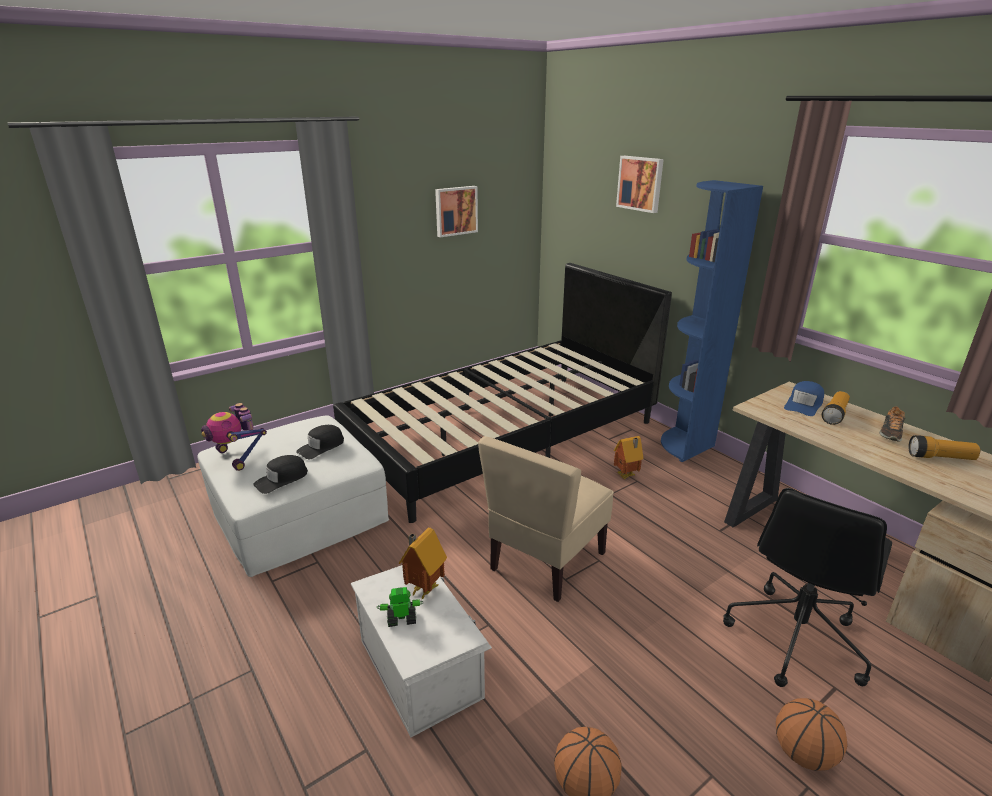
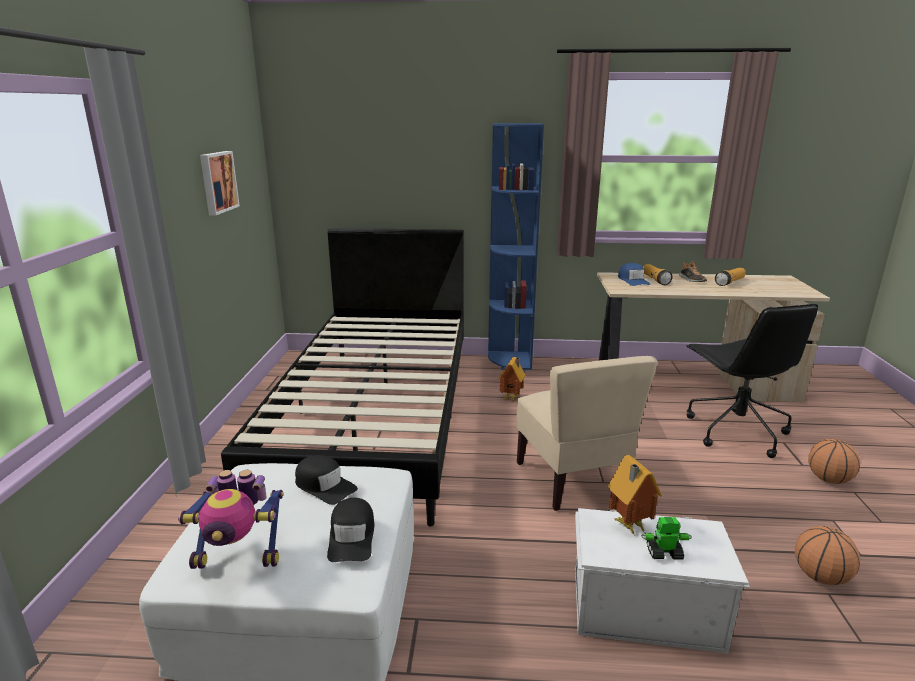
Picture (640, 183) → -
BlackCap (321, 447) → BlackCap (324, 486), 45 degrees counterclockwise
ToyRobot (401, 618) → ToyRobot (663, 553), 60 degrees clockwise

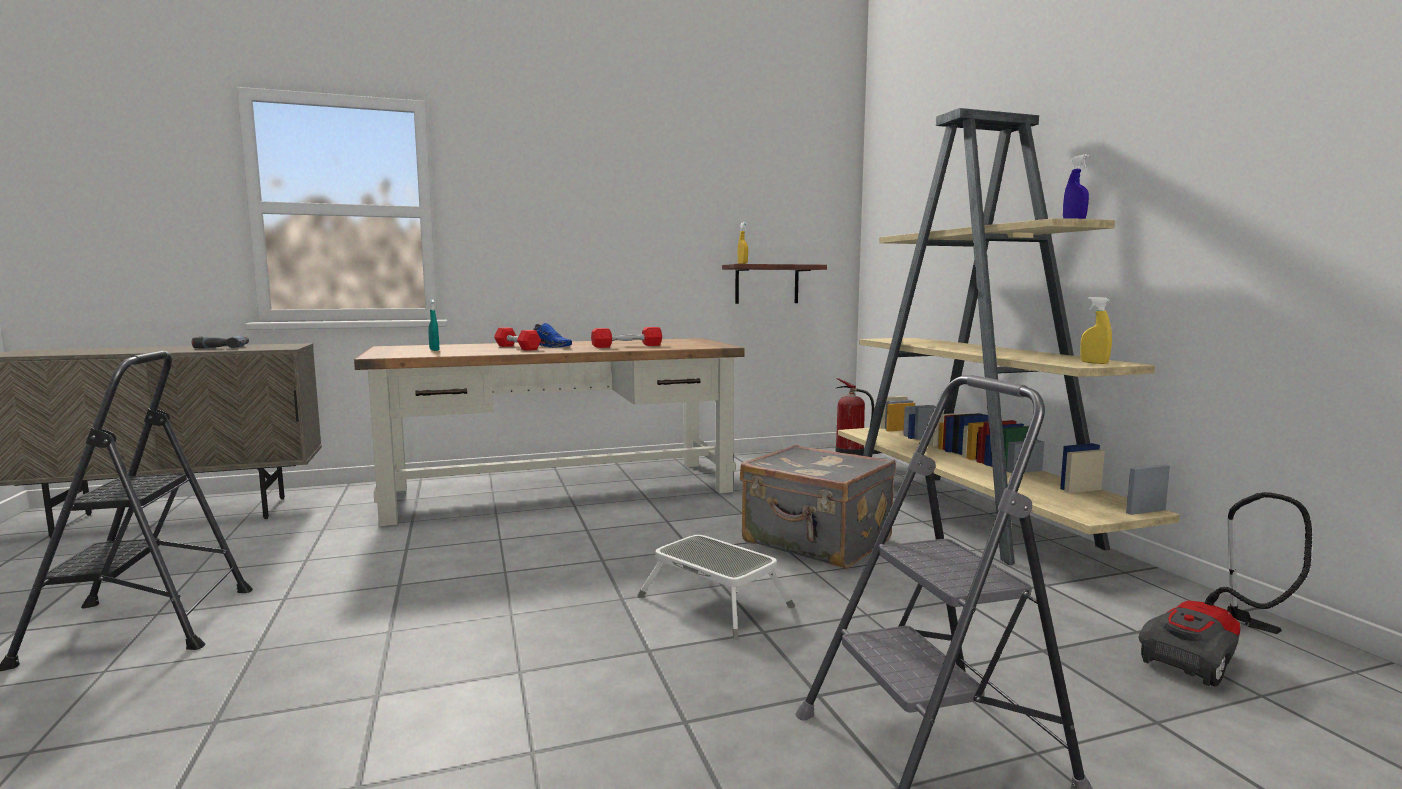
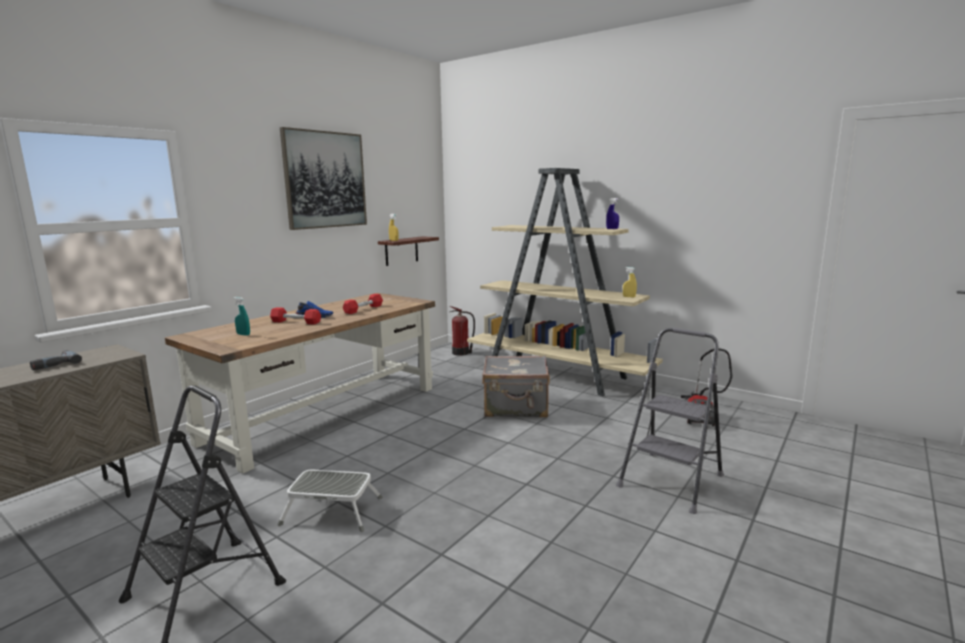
- → Picture (325, 180)
GreyStepLadder (714, 602) → GreyStepLadder (332, 511), move

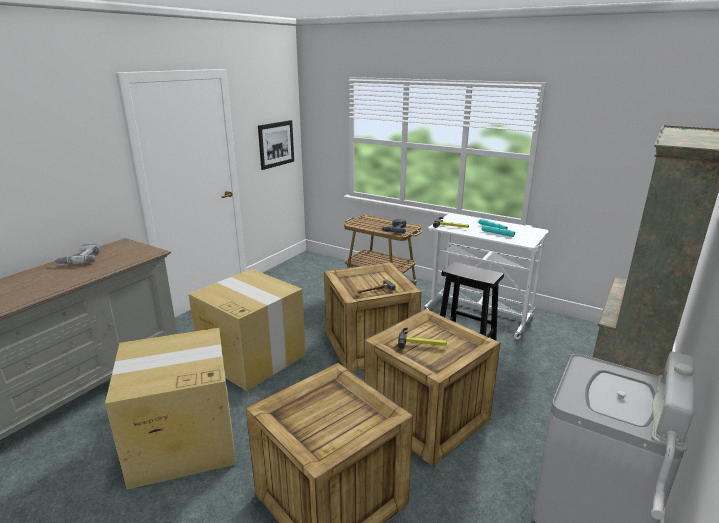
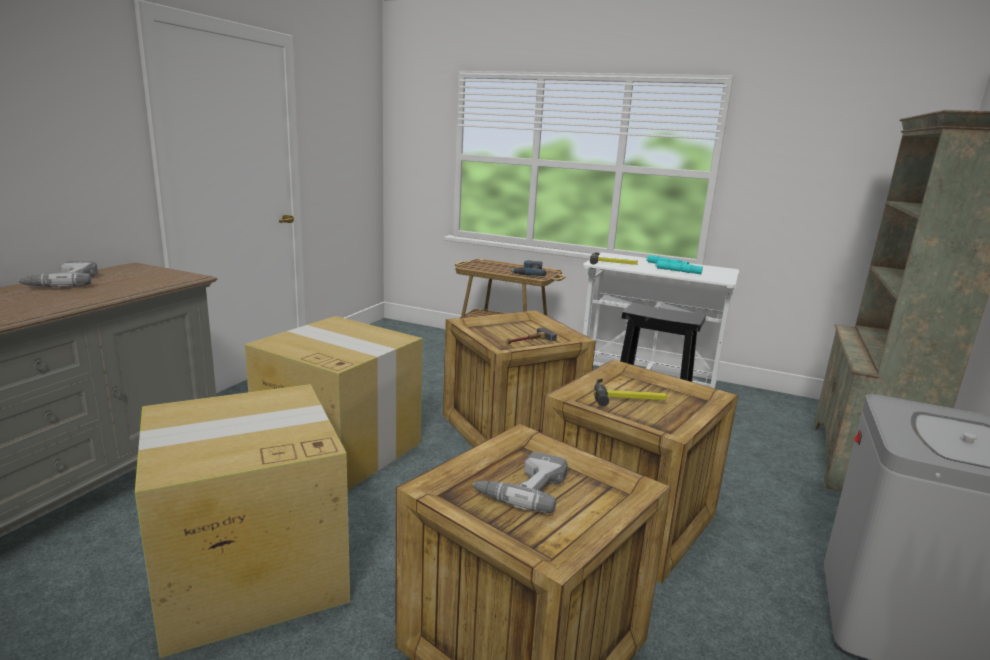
Picture (276, 144) → -
- → PowerDrill (522, 489)

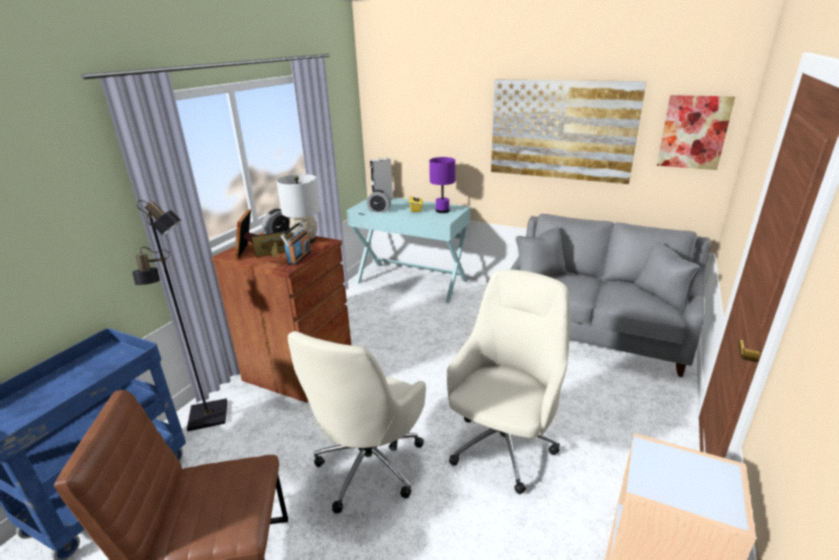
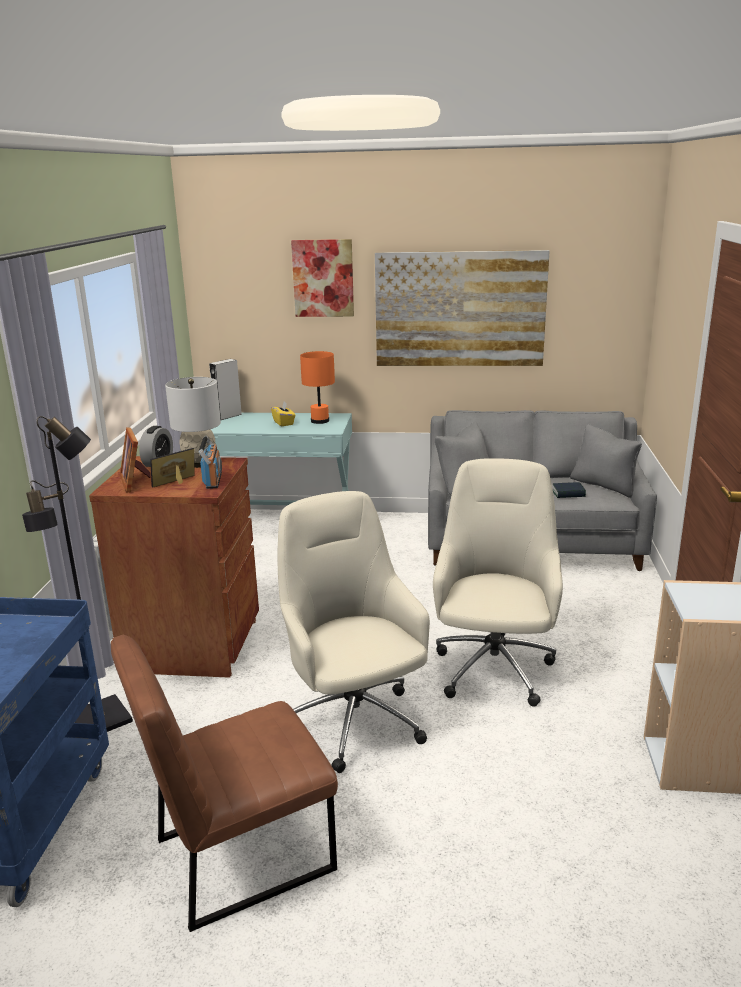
AlarmClock (379, 210) → -
- → Book (568, 493)
Picture (693, 132) → Picture (323, 278), move
PurpleTableLamp (442, 210) → OrangeTableLamp (320, 421)
BeigeOfficeChair (369, 467) → BeigeOfficeChair (355, 721), 150 degrees clockwise

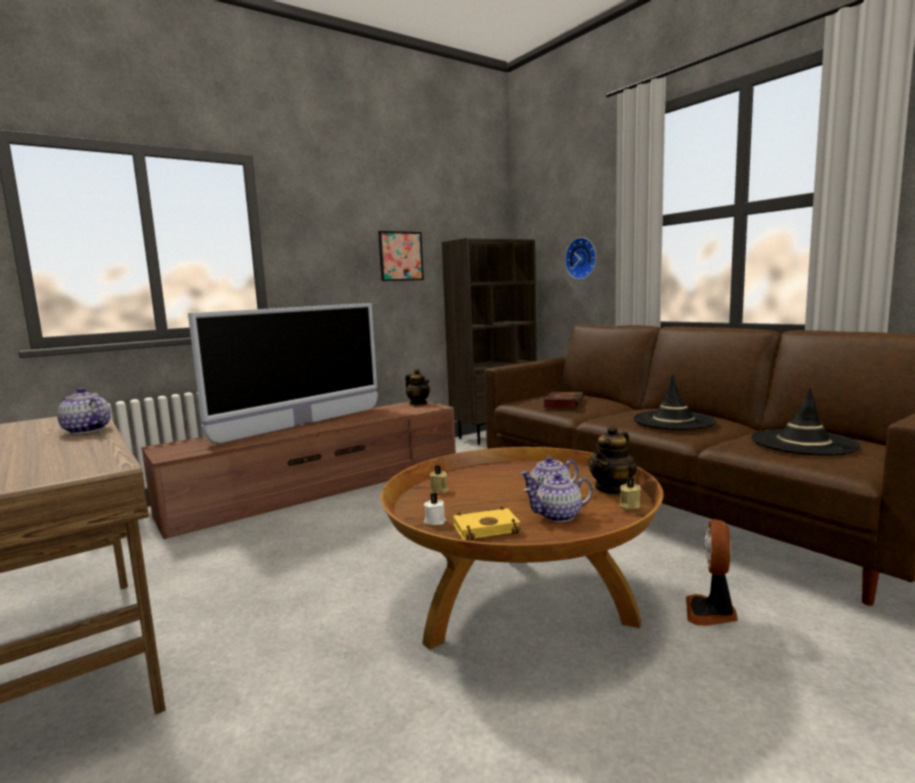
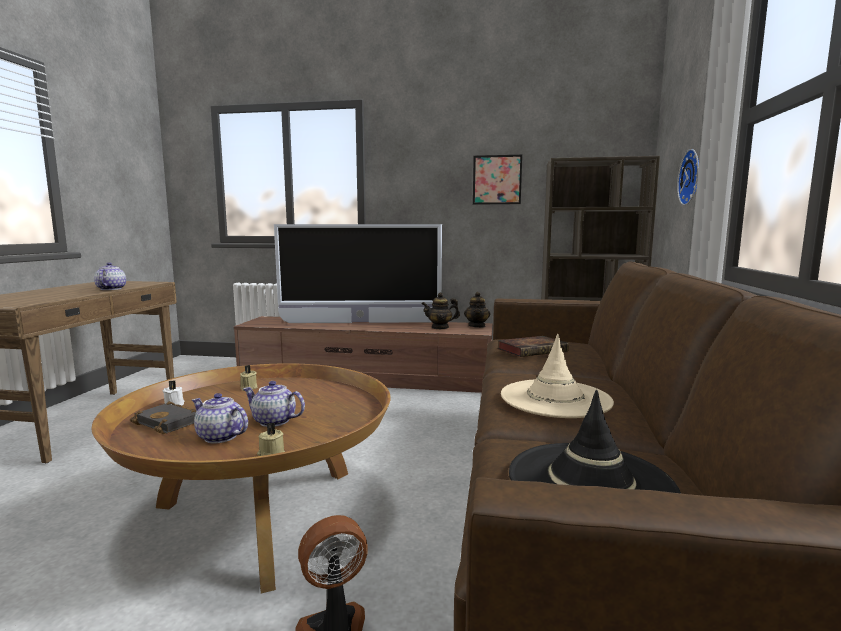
Teapot (612, 489) → Teapot (440, 327), move
YellowBook (487, 528) → BlackBook (171, 422)
BlackHat (673, 421) → BeigeHat (555, 399)

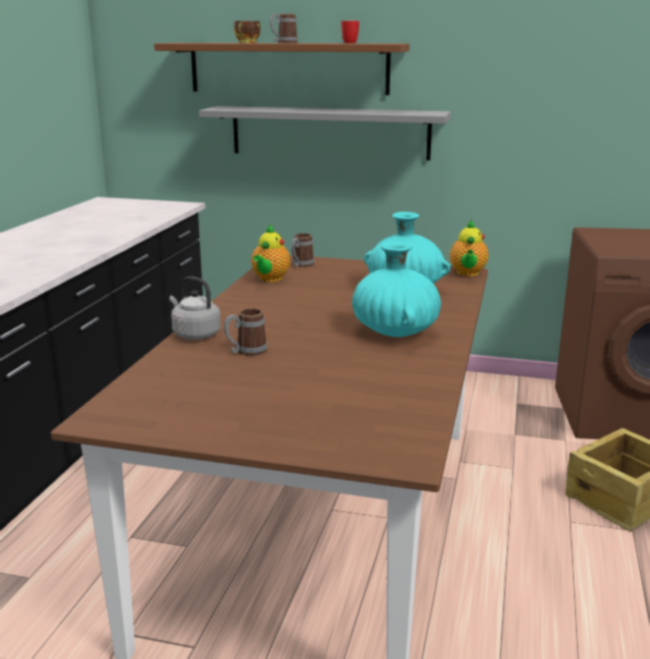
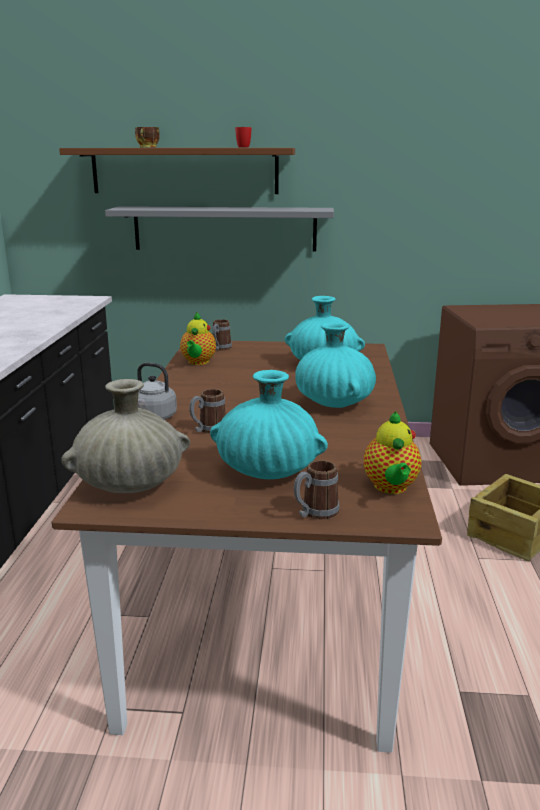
- → BeigeVase (130, 484)
- → TurquoiseVase (268, 471)
Mug (283, 43) → Mug (314, 513), move
Teapot (467, 273) → Teapot (391, 488), move

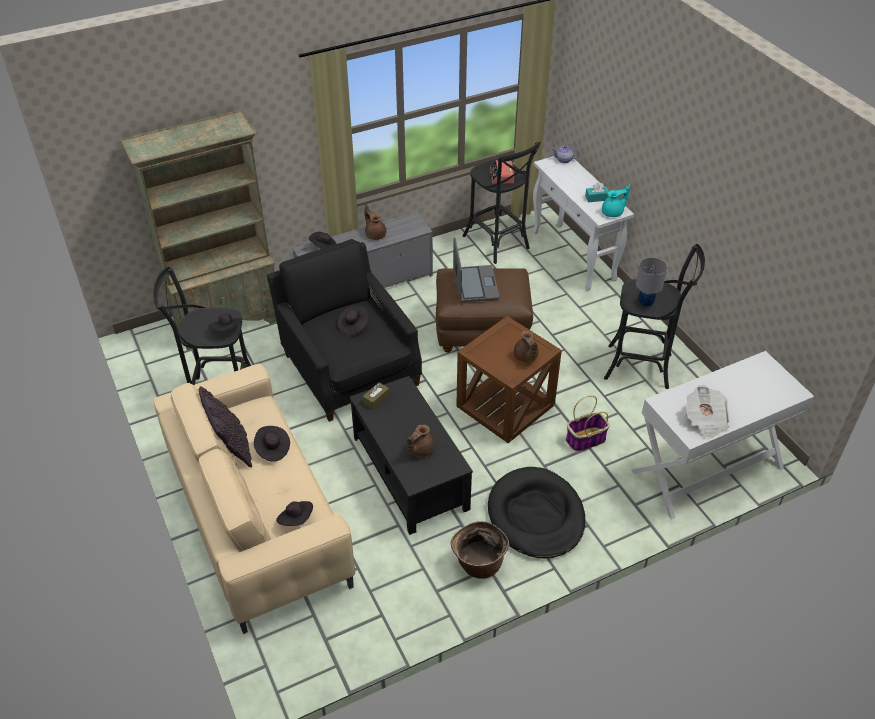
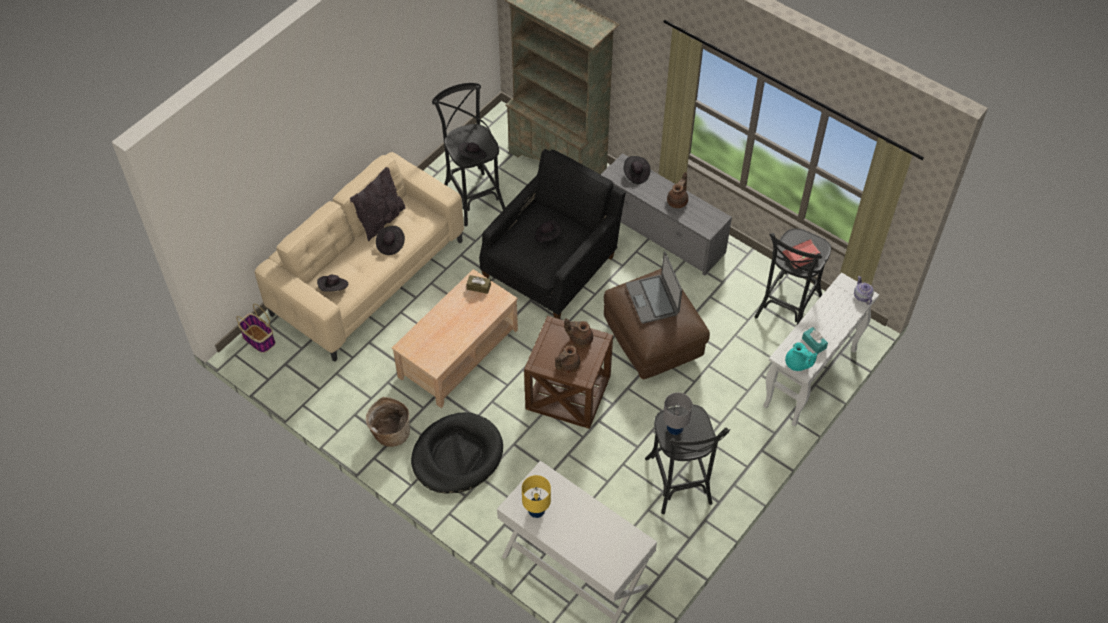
BrownTeapot (419, 450) → BrownTeapot (580, 339), move
Basket (585, 440) → Basket (258, 339), move
Newspaper (705, 421) → YellowTableLamp (536, 512)
BlackCoffeeTable (409, 473) → BeigeCoffeeTable (457, 352)
Laptop (475, 284) → Laptop (653, 299), 105 degrees clockwise

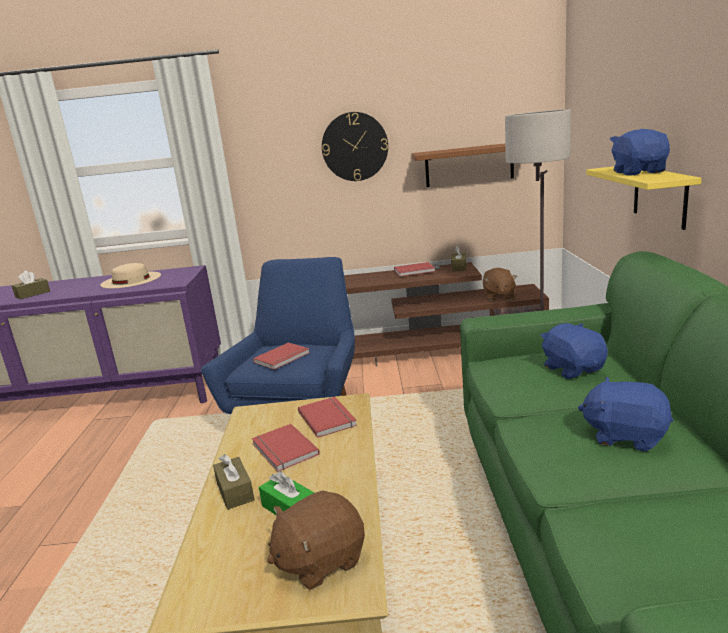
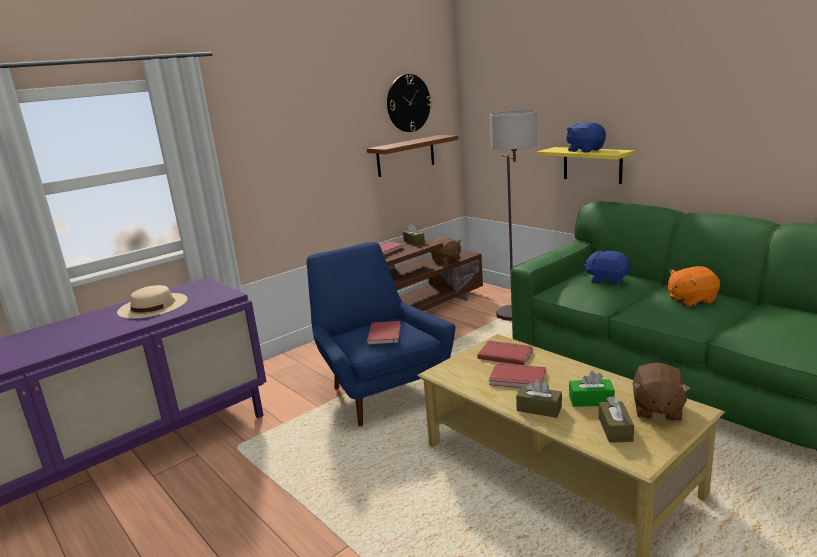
BrownTissueBox (33, 294) → BrownTissueBox (615, 429), move
WallClock (355, 147) → WallClock (408, 103), move
BluePlushToy (625, 435) → OrangePlushToy (691, 300)

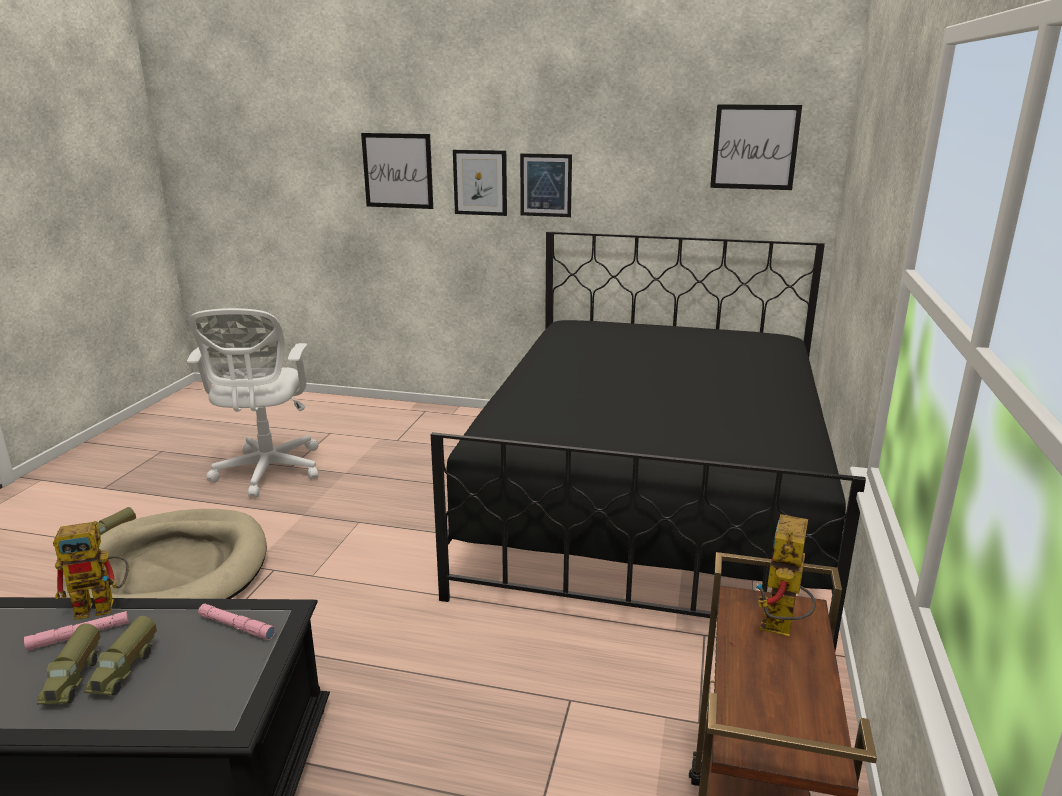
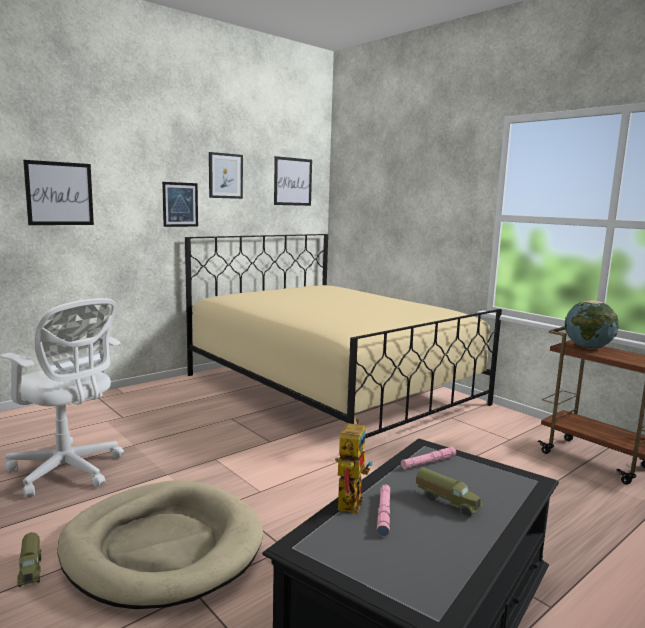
ToyTruck (75, 678) → -
Picture (480, 182) → Picture (225, 176), move
ToyRobot (781, 629) → Globe (588, 347)
BlackBed (651, 505) → BeigeBed (331, 389)

